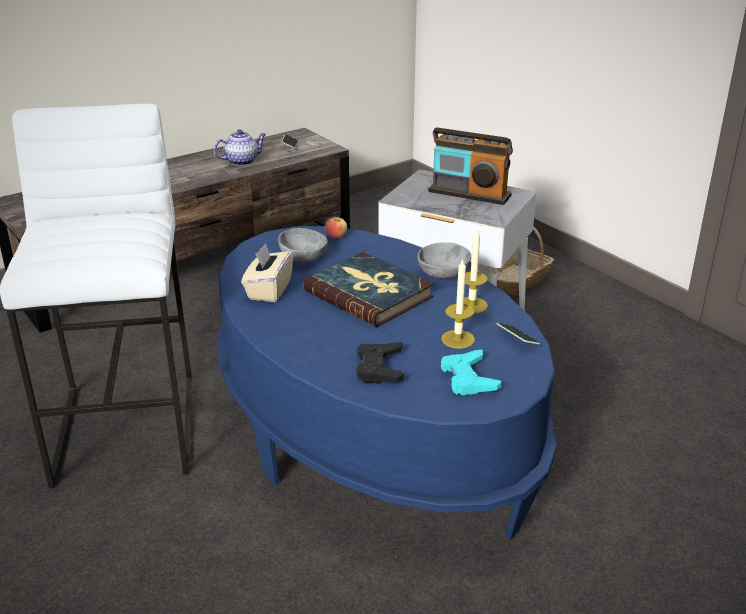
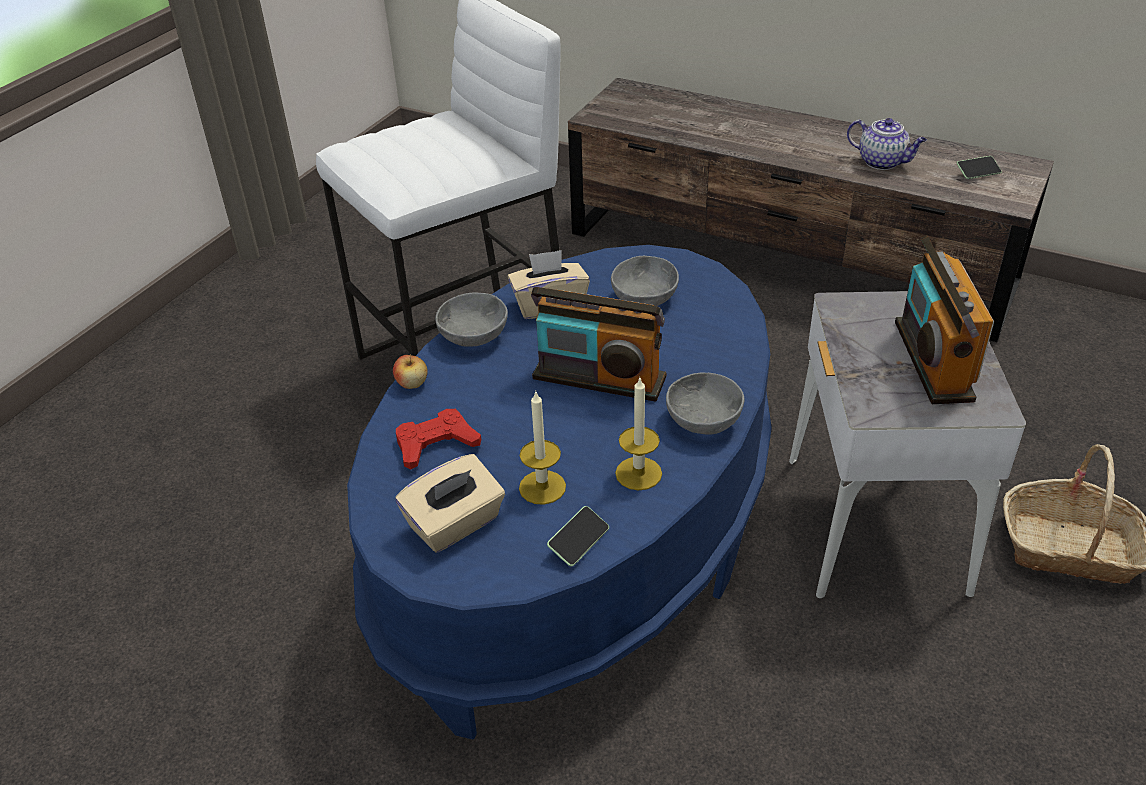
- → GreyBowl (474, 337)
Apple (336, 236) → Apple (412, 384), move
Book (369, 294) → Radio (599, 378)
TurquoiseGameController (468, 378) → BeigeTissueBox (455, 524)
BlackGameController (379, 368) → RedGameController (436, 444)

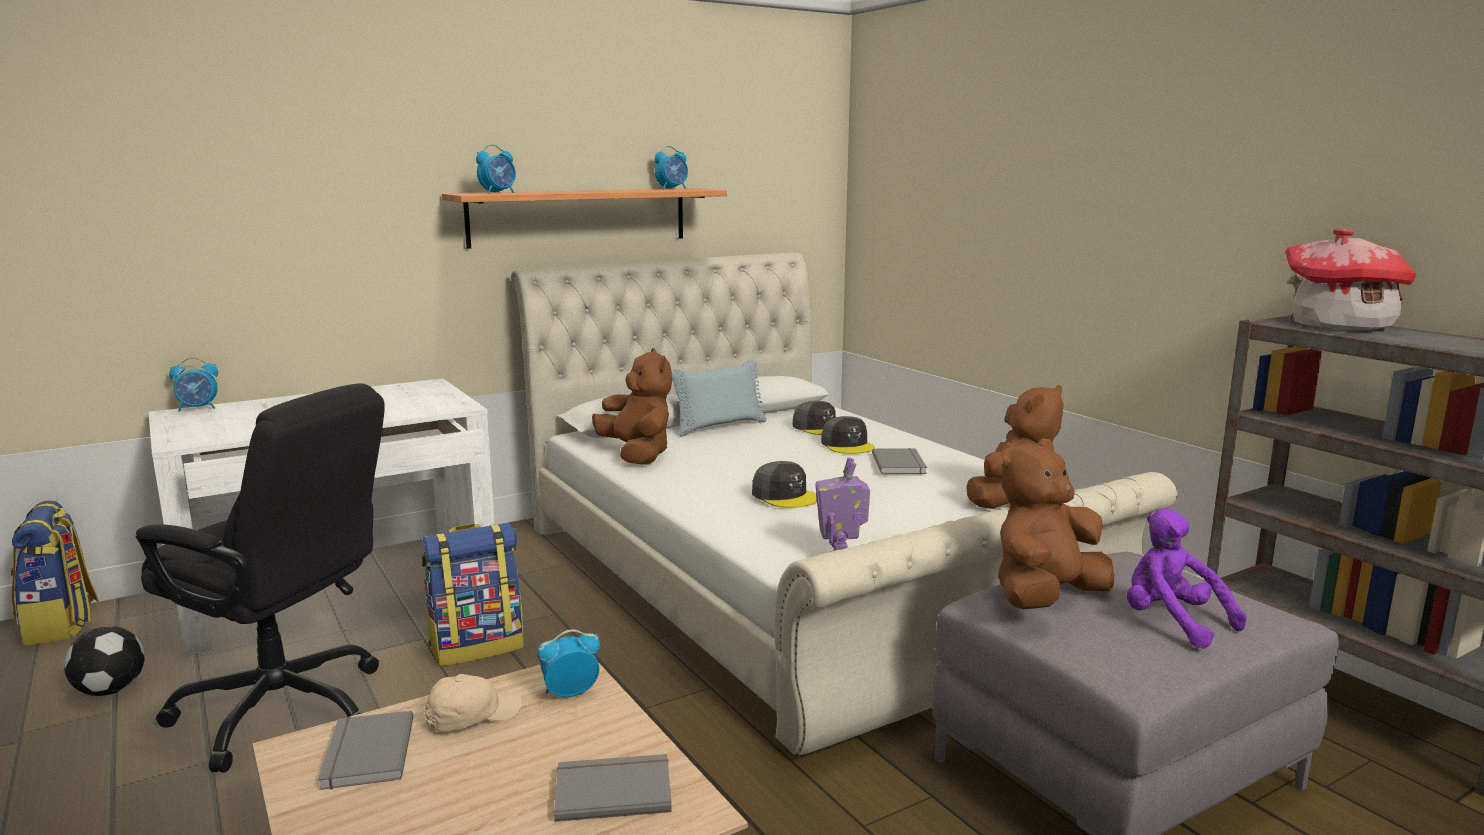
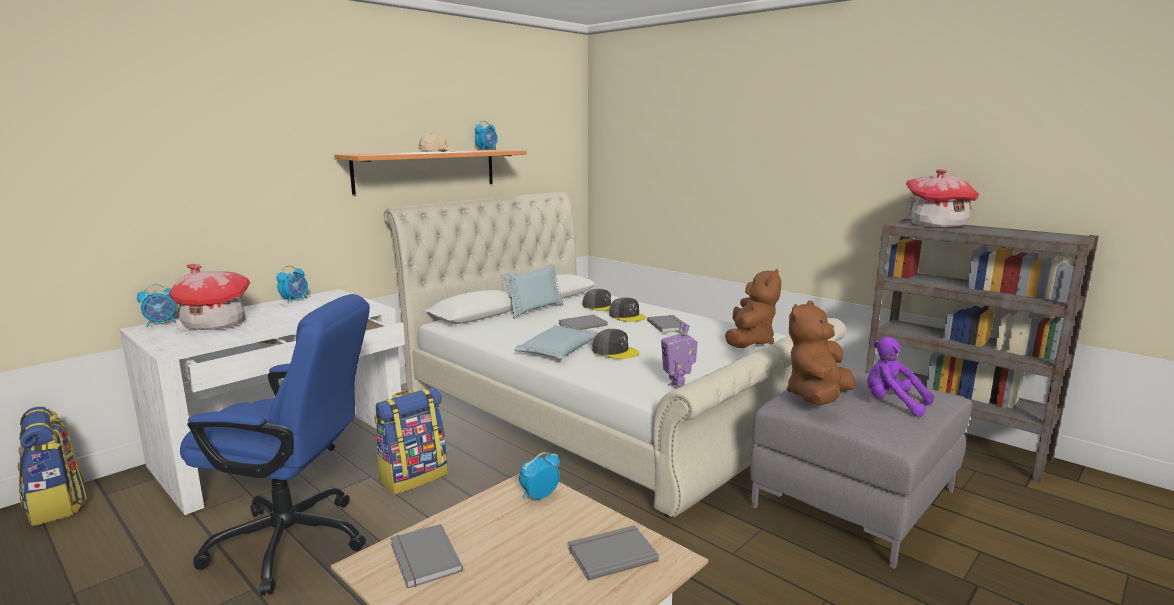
Football (110, 691) → -
BrownPlushToy (637, 455) → -
- → ToyHouse (214, 324)
- → BluePillow (558, 348)
- → GreyBook (582, 324)
BeigeCap (472, 716) → BeigeCap (436, 152), move
AlarmClock (498, 193) → AlarmClock (295, 300), move
BlackOfficeChair (288, 713) → BlueOfficeChair (296, 543)

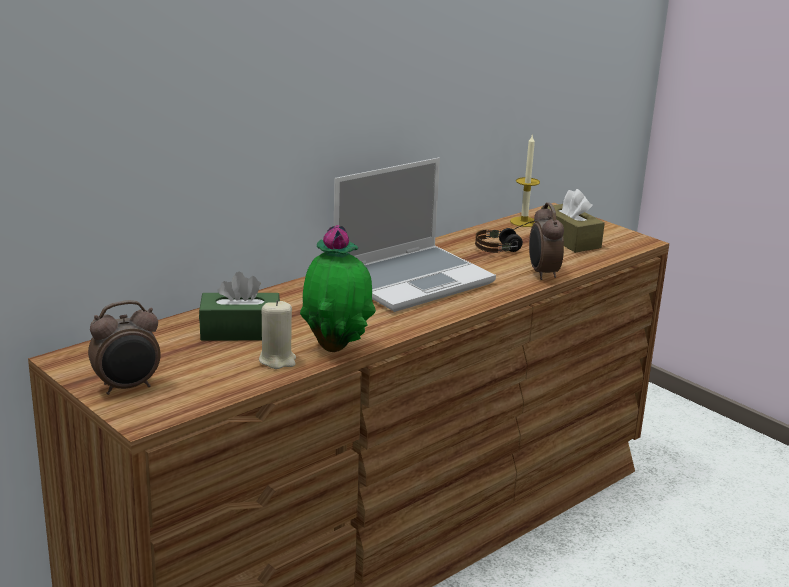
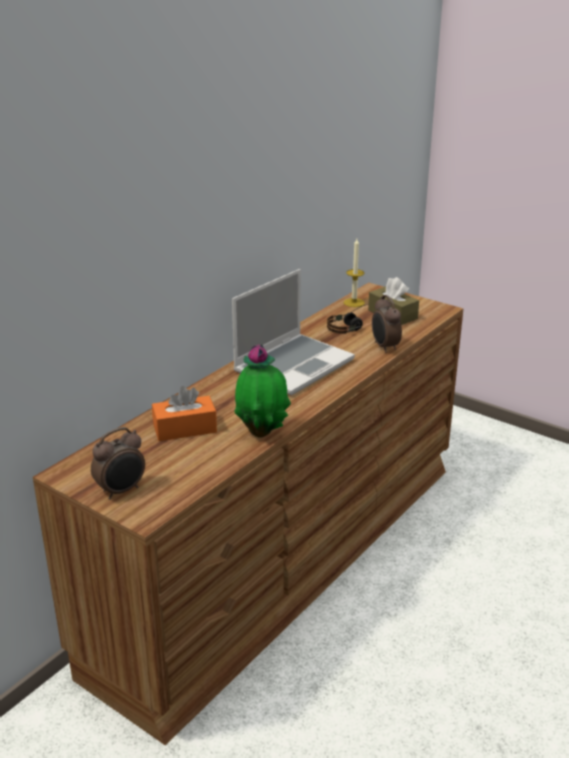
BeigeCandle (277, 360) → -
GreenTissueBox (240, 331) → OrangeTissueBox (185, 429)

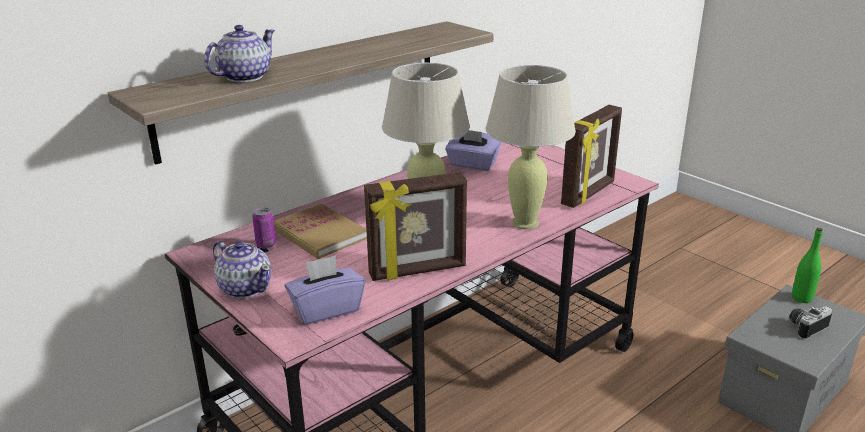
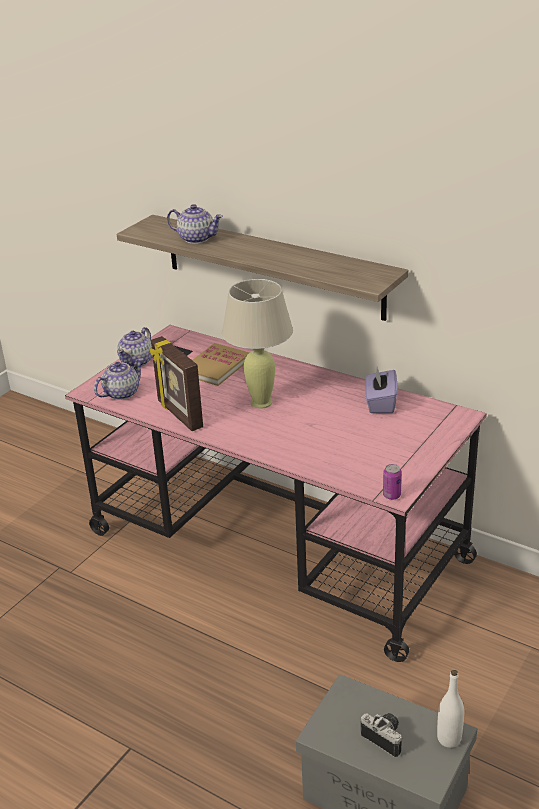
BeigeTableLamp (525, 223) → -
PictureFrame (589, 194) → -
Can (266, 244) → Can (391, 495), move
PurpleTissueBox (326, 309) → Teapot (121, 393)
GreenBottle (801, 298) → WhiteBottle (449, 739)

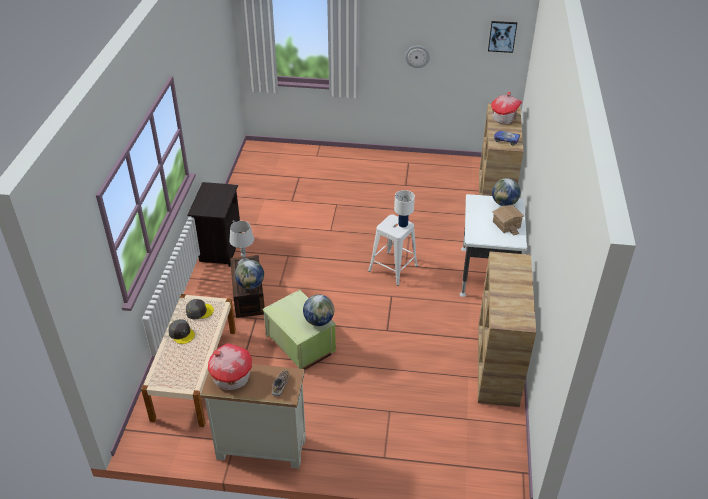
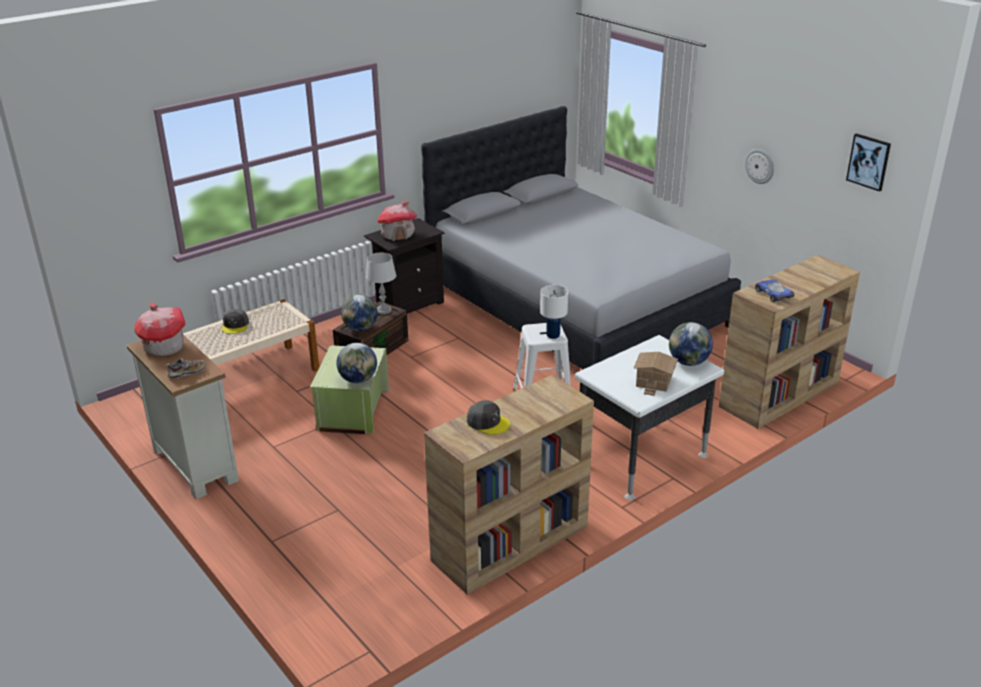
- → GreyBed (574, 305)
GreyCap (199, 311) → GreyCap (488, 422), move
ToyHouse (504, 118) → ToyHouse (398, 234), move

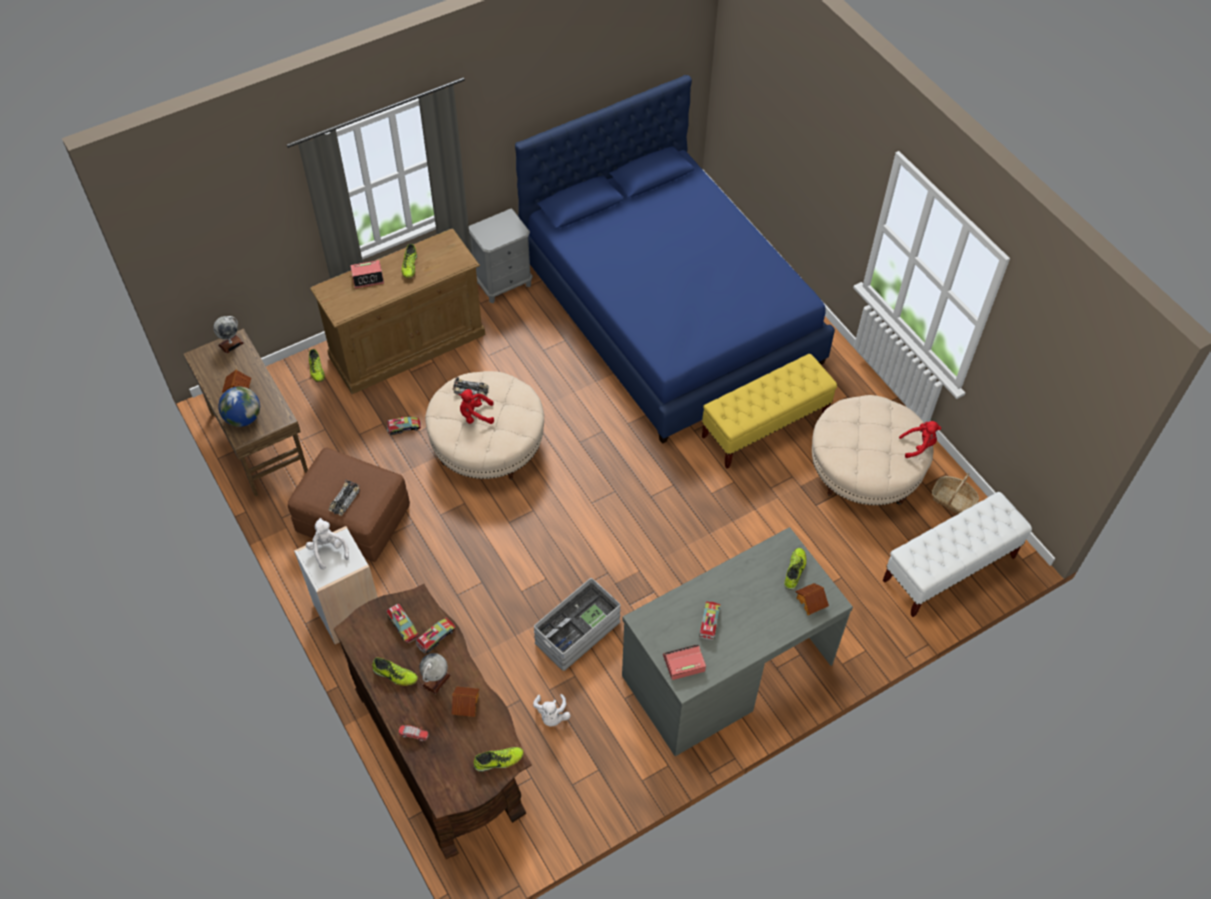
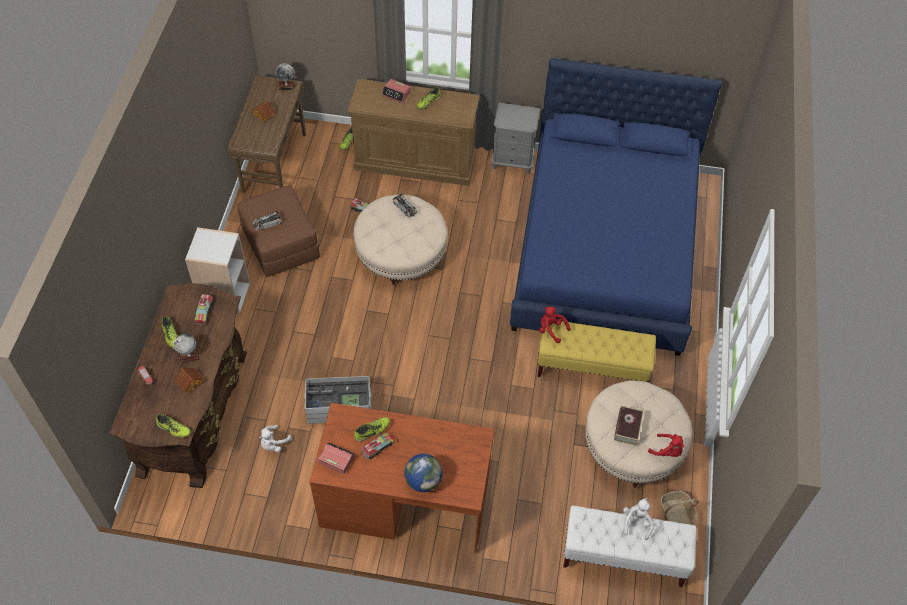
ToyTruck (436, 637) → -
ToyHouse (811, 602) → -
- → Book (628, 428)
Globe (243, 418) → Globe (423, 481), move
WhitePlushToy (328, 550) → WhitePlushToy (636, 522), move
RedPlushToy (475, 415) → RedPlushToy (551, 330), move
Shoe (794, 571) → Shoe (372, 431), move
GreyDesk (726, 669) → BrownDesk (404, 500)

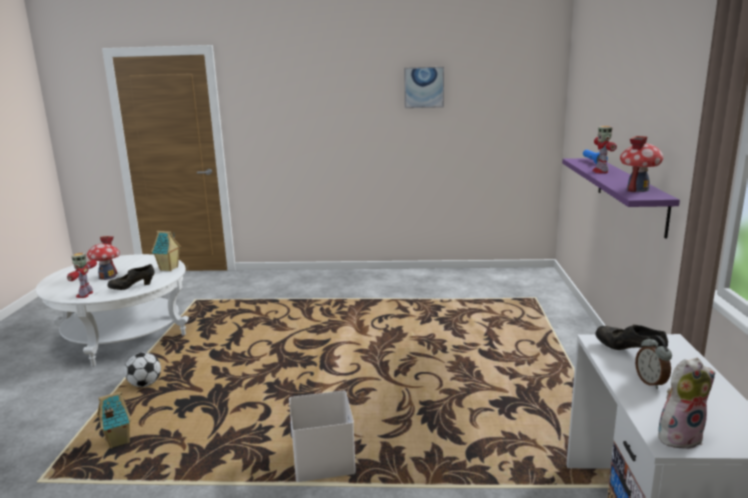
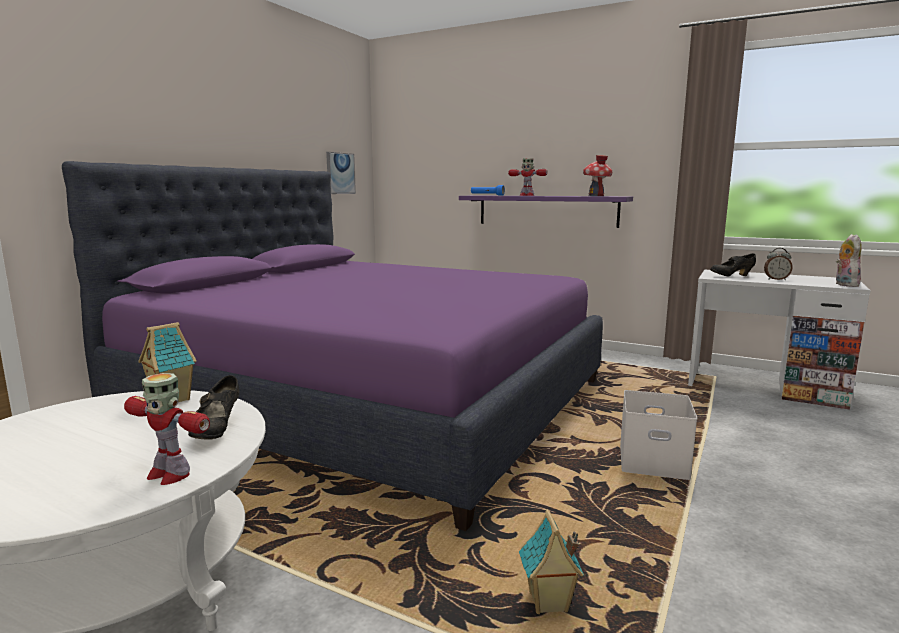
ToyHouse (107, 277) → -
Football (145, 384) → -
- → PurpleBed (369, 398)
Picture (424, 87) → Picture (340, 173), move

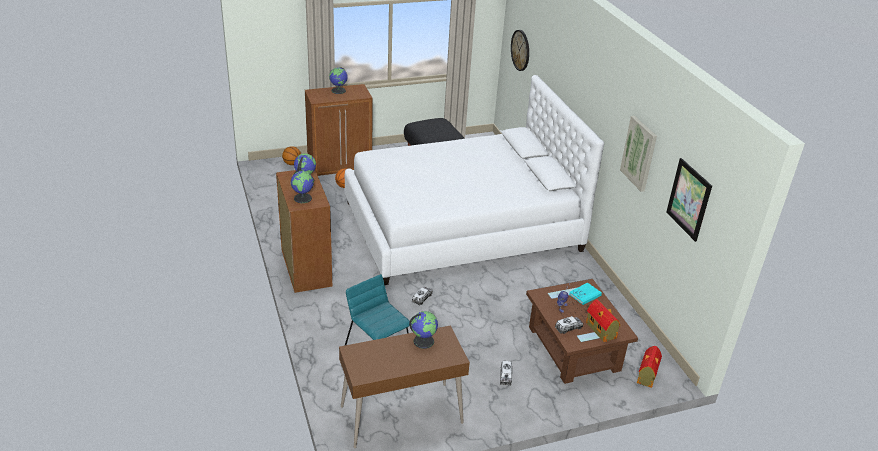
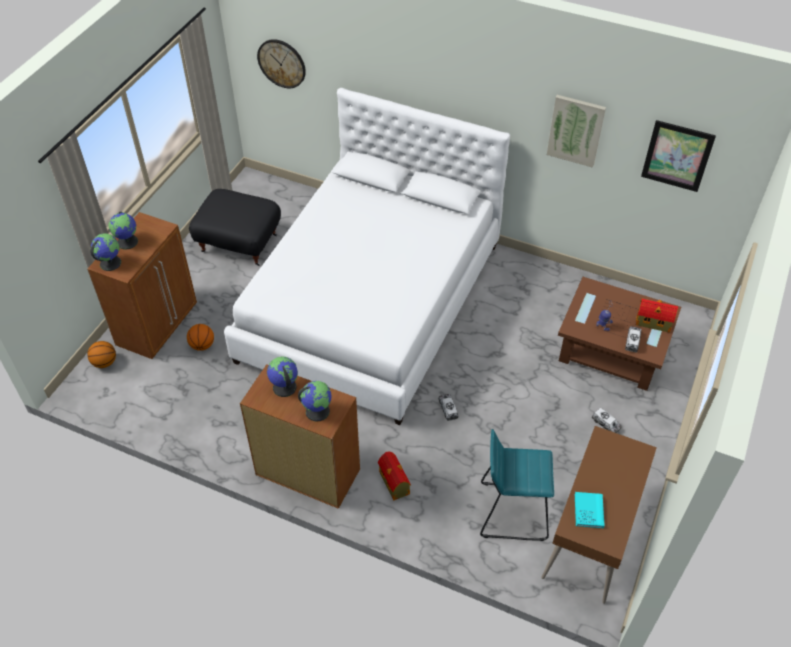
Globe (423, 341) → Globe (110, 263), move
TurquoiseBook (585, 295) → TurquoiseBook (588, 511), move
ToyHouse (647, 376) → ToyHouse (394, 484), move

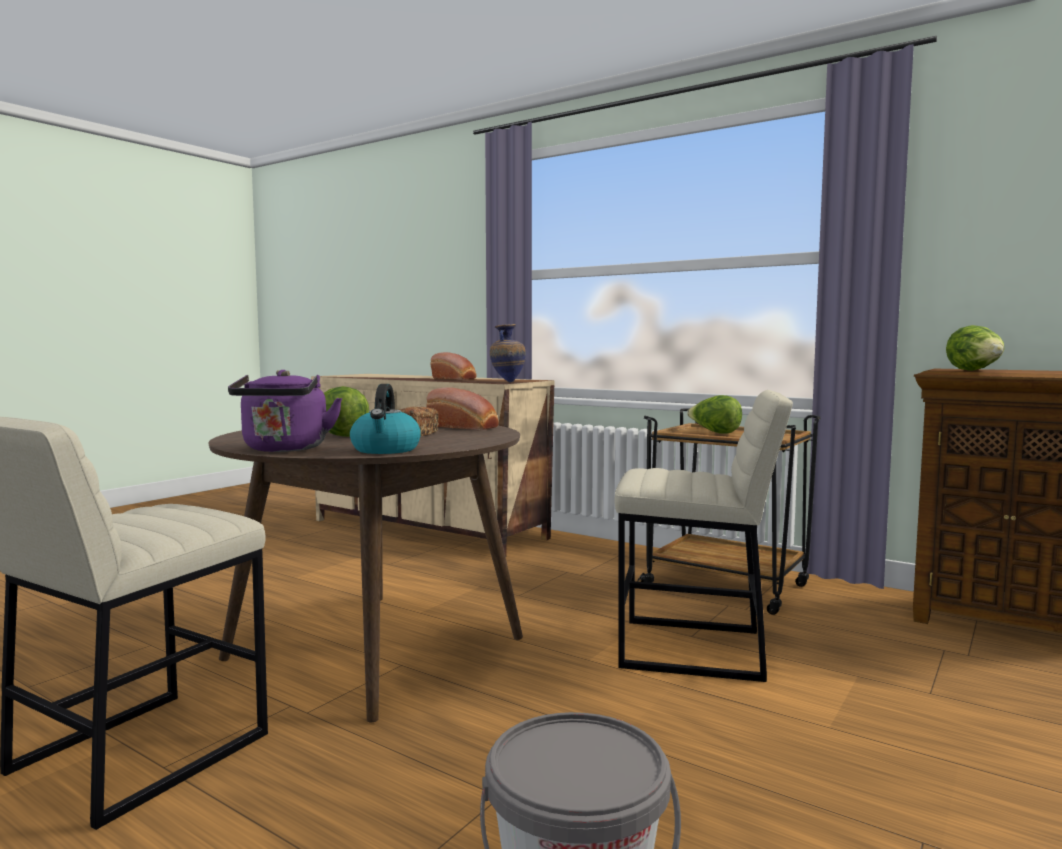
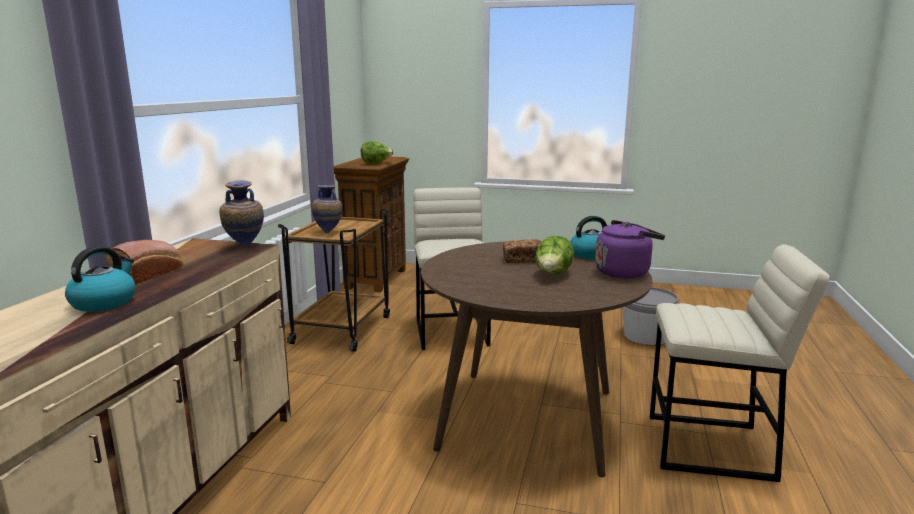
Bread (465, 427) → -
- → Kettle (104, 302)
Lettuce (715, 433) → Vase (329, 232)

